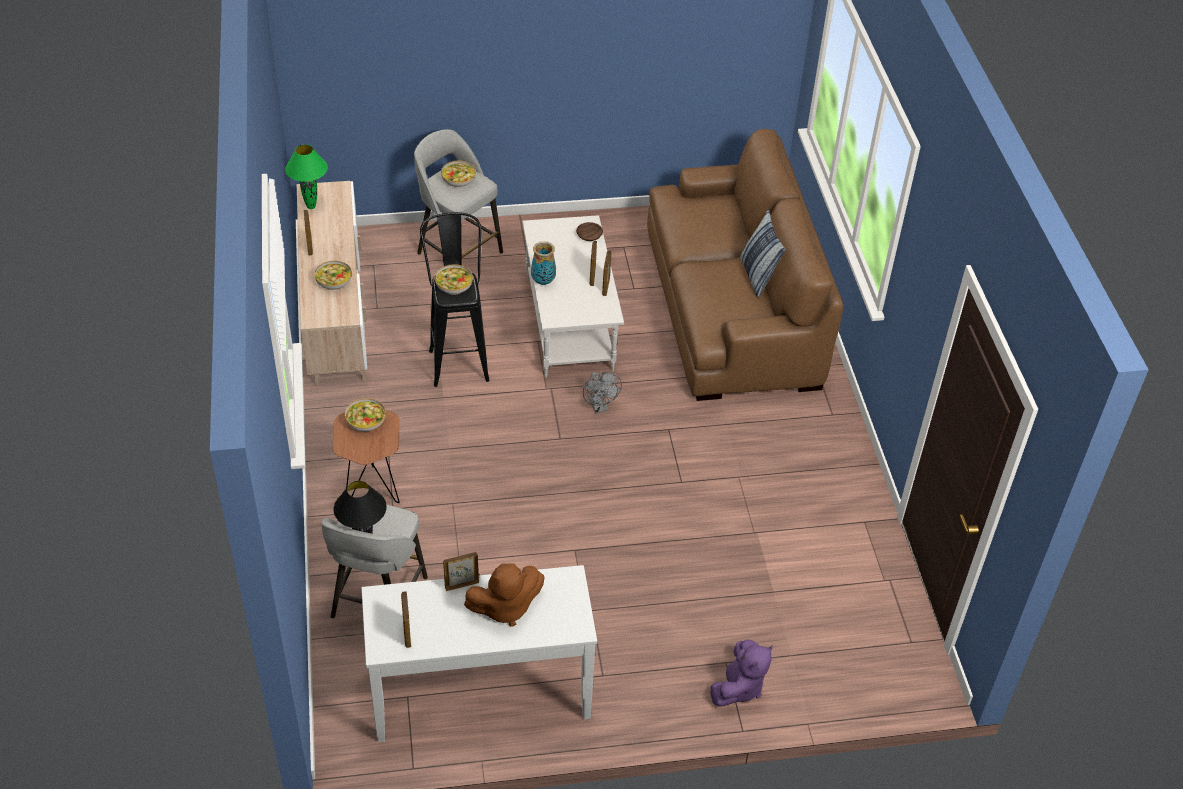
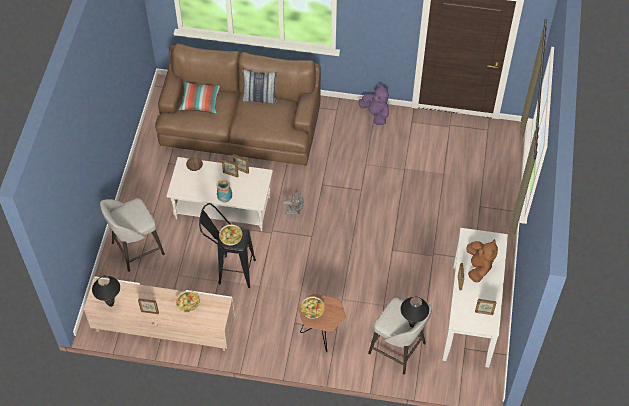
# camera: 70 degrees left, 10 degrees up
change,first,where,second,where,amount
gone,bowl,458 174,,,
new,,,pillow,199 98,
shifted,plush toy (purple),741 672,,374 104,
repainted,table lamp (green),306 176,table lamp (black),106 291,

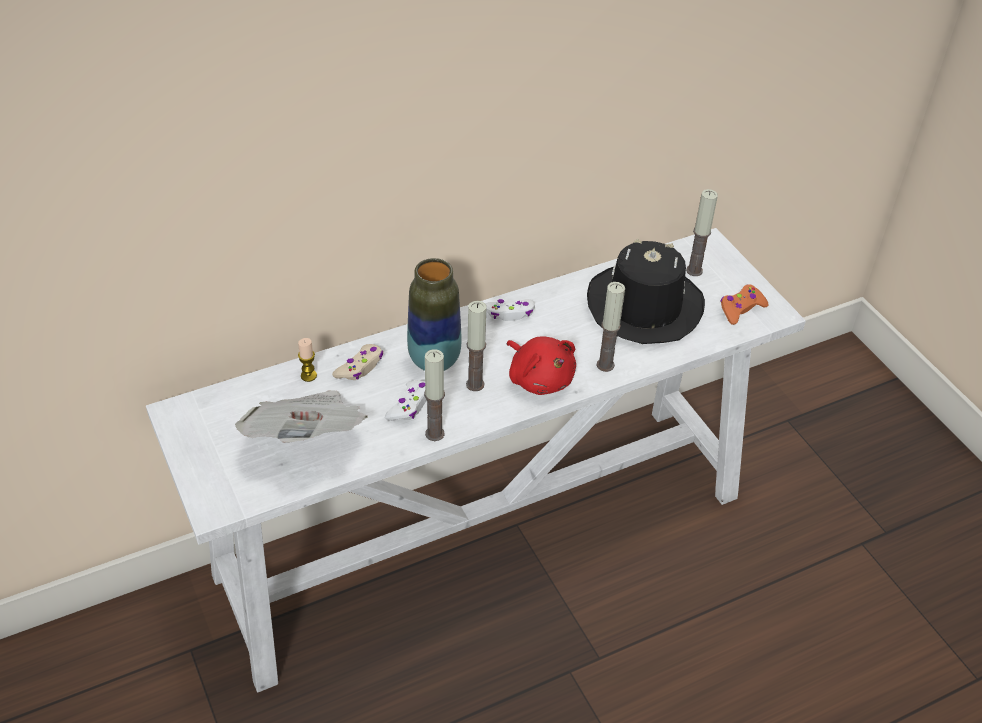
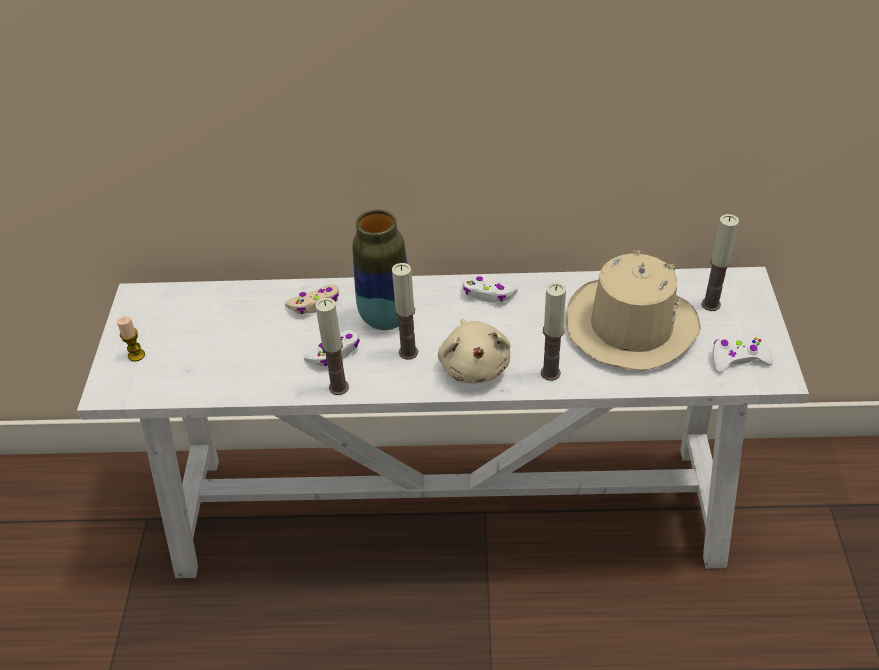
# camera: 30 degrees right, 0 degrees up
change,first,where,second,where,amount
gone,newspaper,301 416,,,
shifted,candle,307 360,,131 339,
repainted,plush toy (red),541 365,plush toy (beige),474 351,
repainted,hat (black),646 291,hat (beige),633 310,
repainted,game controller (orange),744 304,game controller (white),743 353,

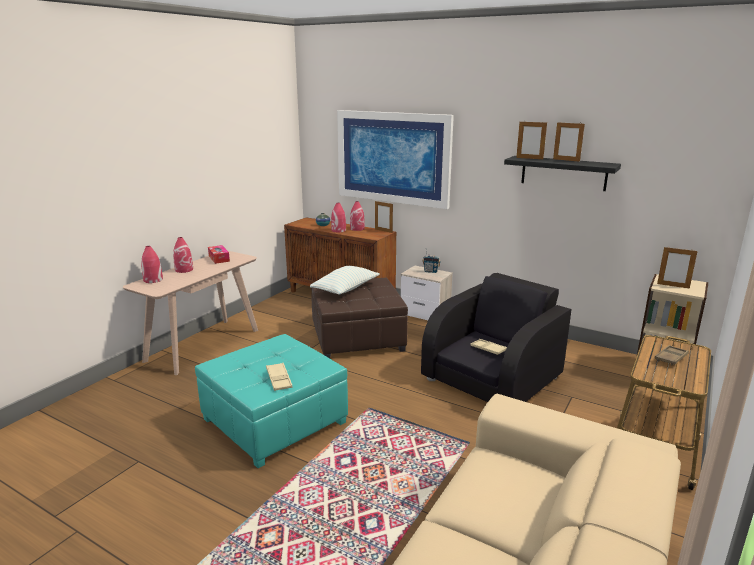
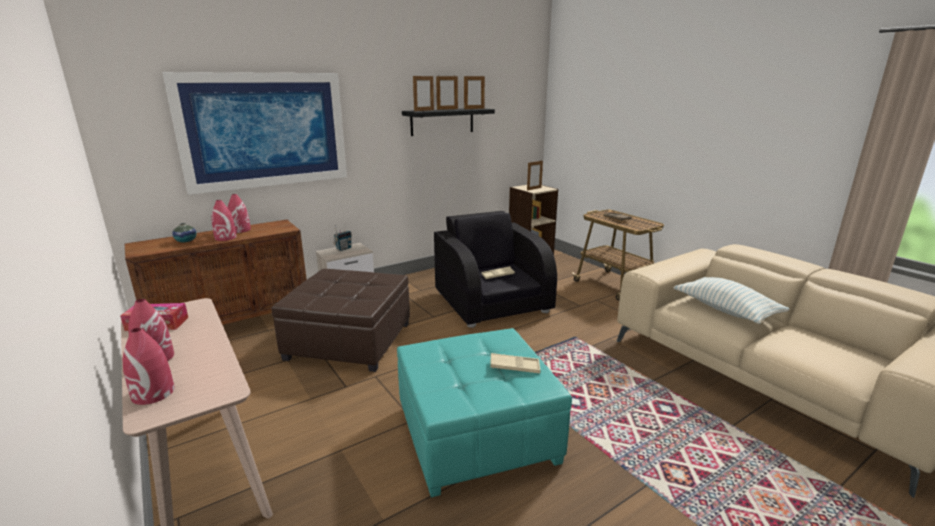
# camera: 65 degrees left, 0 degrees up
change,first,where,second,where,amount
shifted,pillow,345 280,,731 300,
shifted,picture frame,384 216,,474 92,

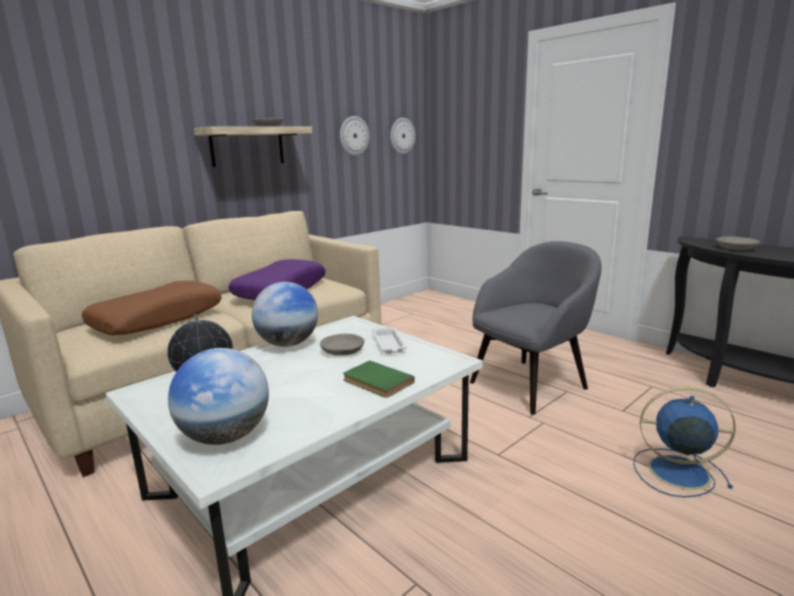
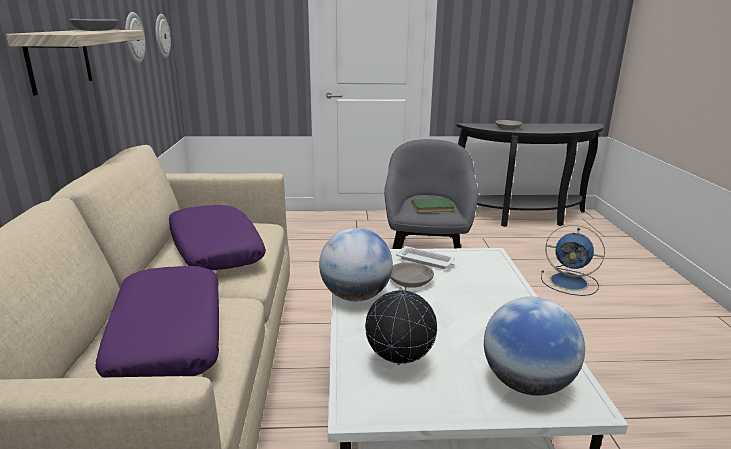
# camera: 50 degrees left, 5 degrees up
change,first,where,second,where,amount
shifted,book (green),379 379,,433 205,
repainted,pillow (brown),152 308,pillow (purple),157 322,
rotated,fan (blue),684 442,,573 260,120 degrees counterclockwise

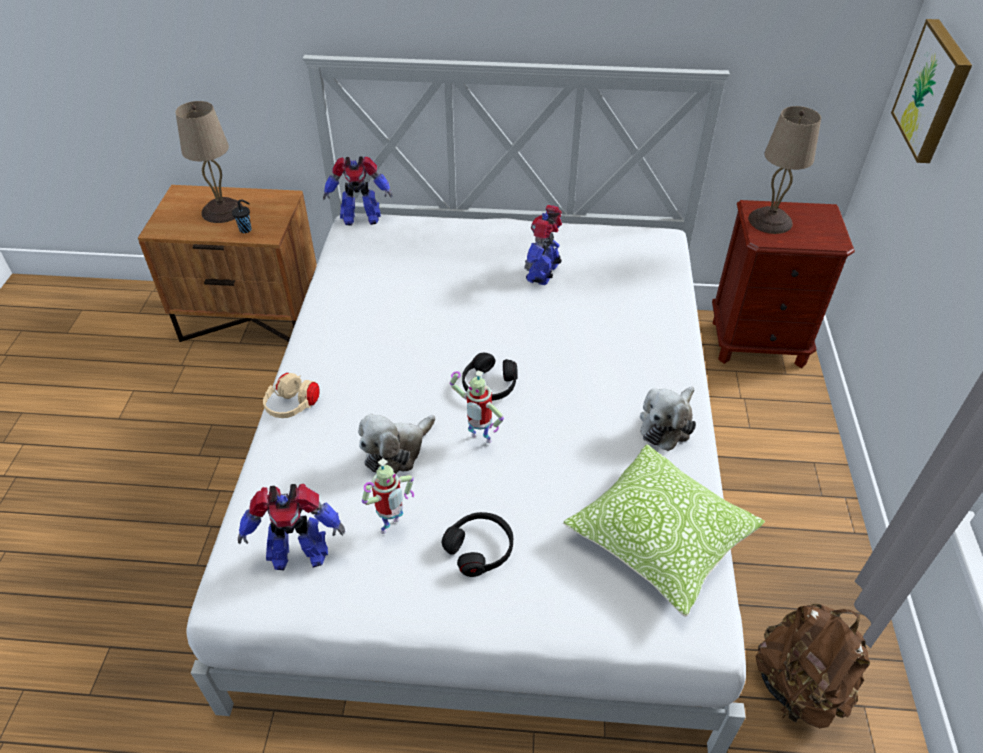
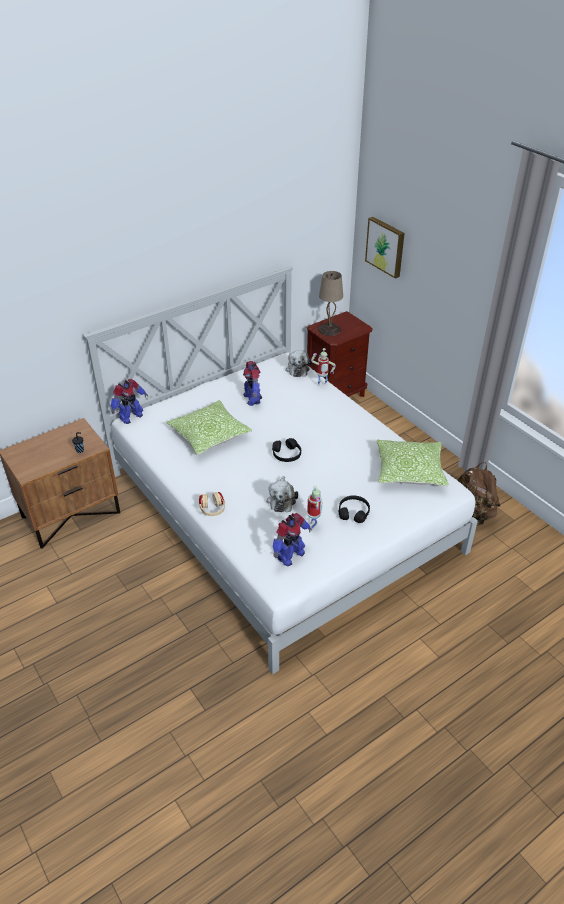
# camera: 40 degrees left, 5 degrees down
change,first,where,second,where,amount
gone,table lamp (beige),209 162,,,
new,,,pillow,209 427,
shifted,toy robot,477 406,,323 367,
shifted,plush toy,668 418,,298 363,

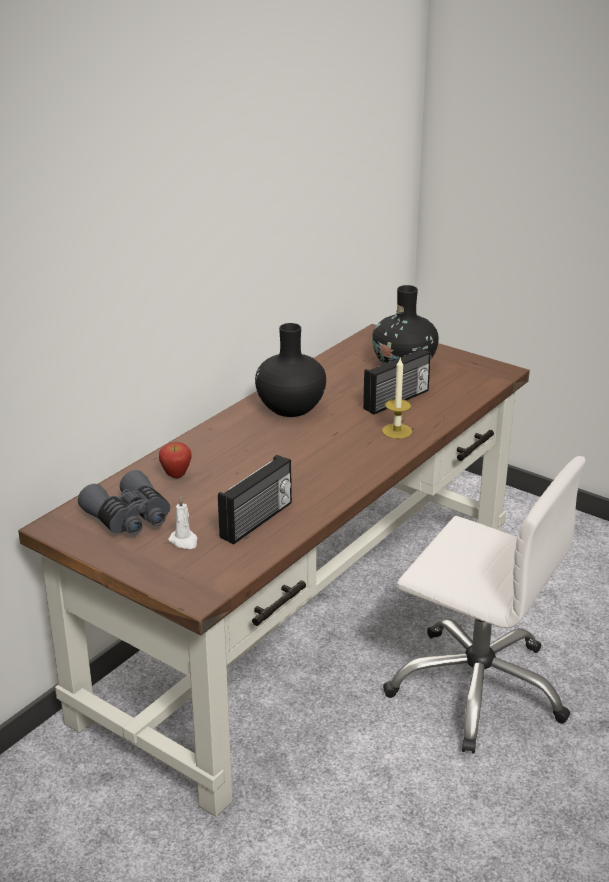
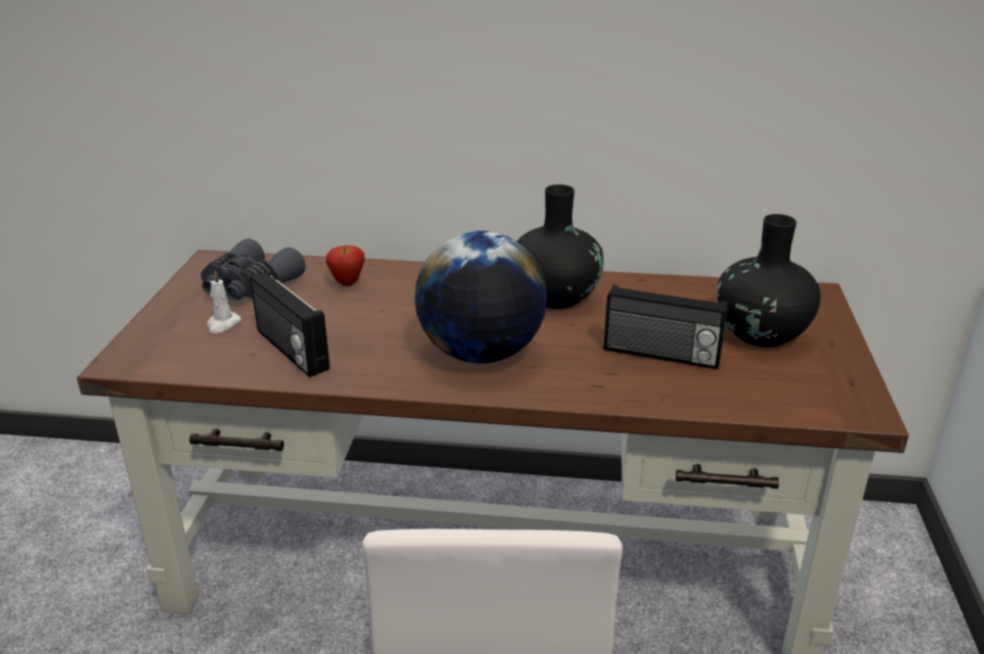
# camera: 60 degrees right, 0 degrees up
change,first,where,second,where,amount
gone,candle,397 398,,,
new,,,globe,481 297,
rotated,radio,255 499,,290 324,45 degrees clockwise

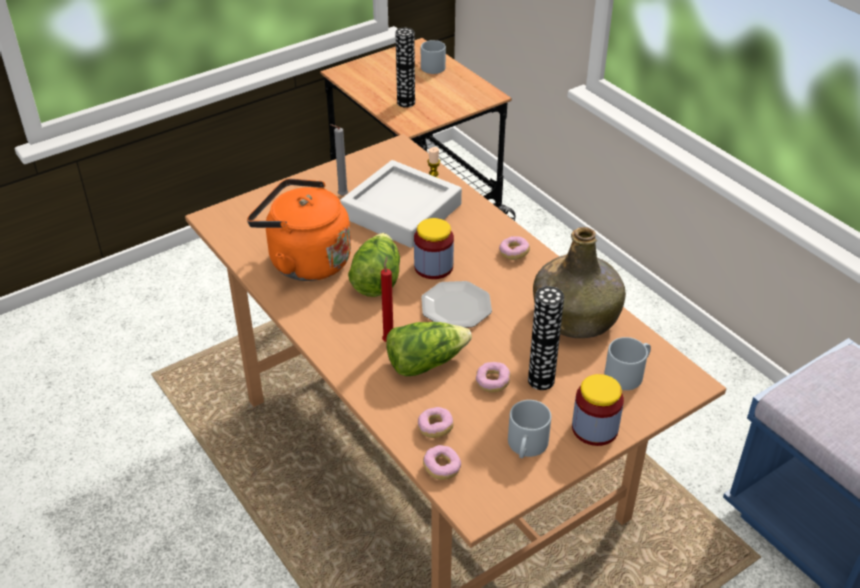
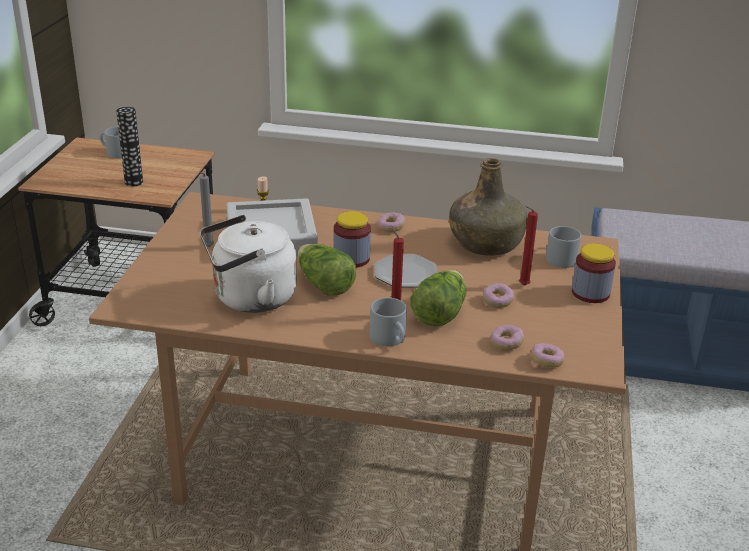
# camera: 45 degrees left, 10 degrees down
change,first,where,second,where,amount
shifted,mug (grey),529 429,,388 322,
swapped,vase,546 338,candle (red),528 246,
repainted,kettle (orange),299 230,kettle (white),248 264,

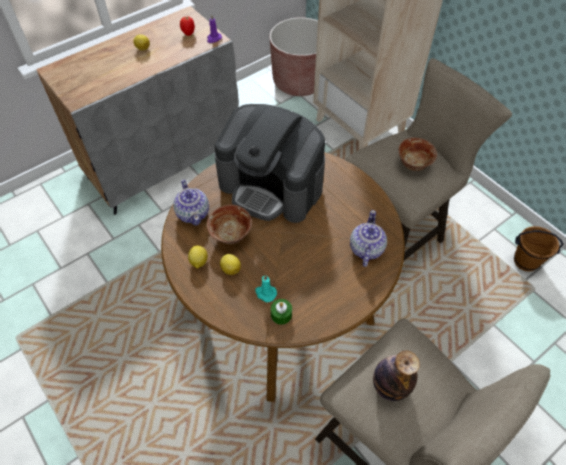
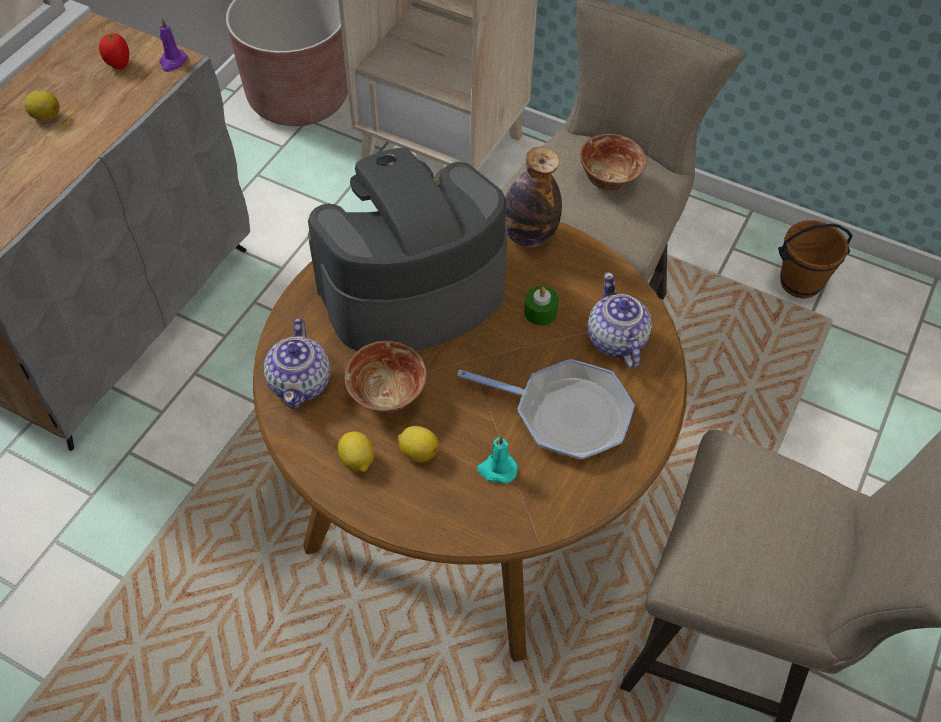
# camera: 25 degrees left, 0 degrees up
change,first,where,second,where,amount
new,,,frying pan,546 409,
shifted,candle (green),281 312,,541 306,
shifted,bottle,396 375,,533 197,
rotated,teapot,191 202,,297 363,45 degrees clockwise
rotated,coffee machine,270 163,,407 249,150 degrees clockwise

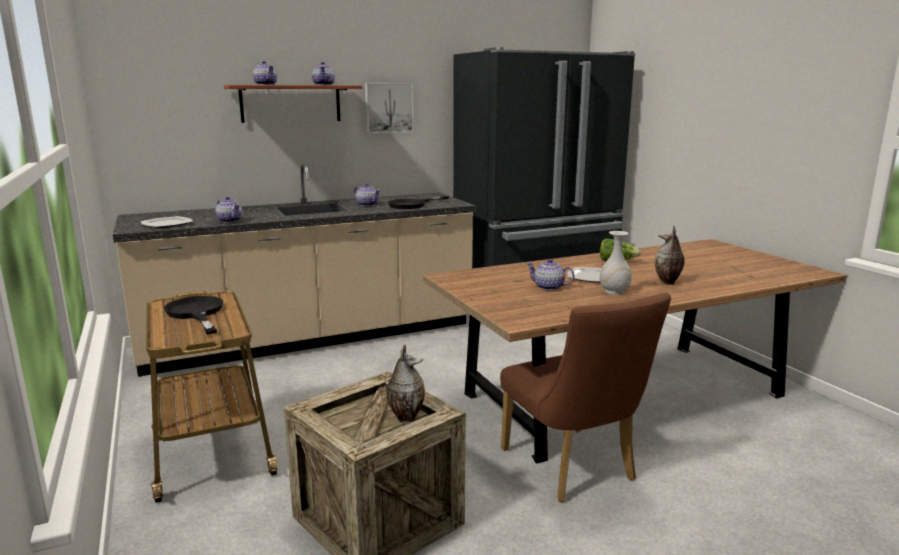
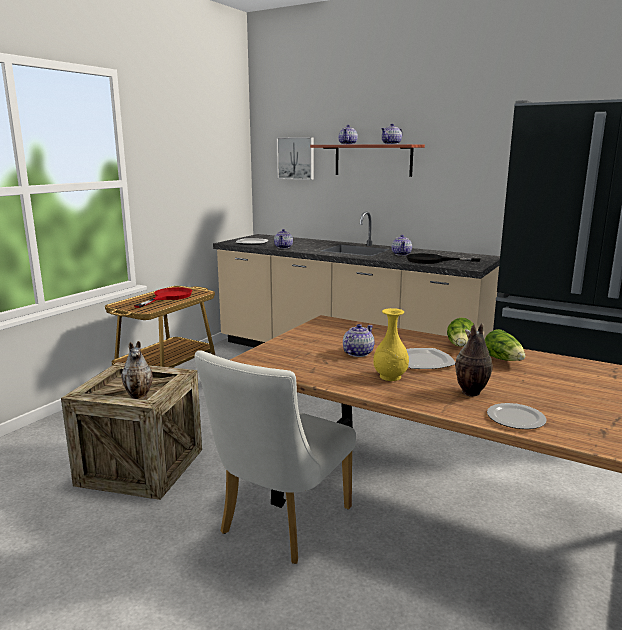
# camera: 55 degrees right, 0 degrees up
change,first,where,second,where,amount
new,,,lettuce,460 332,
new,,,plate,517 416,
shifted,picture,389 108,,295 158,
repainted,frying pan (black),193 315,frying pan (red),163 297,
repainted,chair (brown),585 397,chair (white),275 457,
repainted,vase (white),615 263,vase (yellow),391 344,
rotated,teapot,550 274,,359 340,45 degrees clockwise

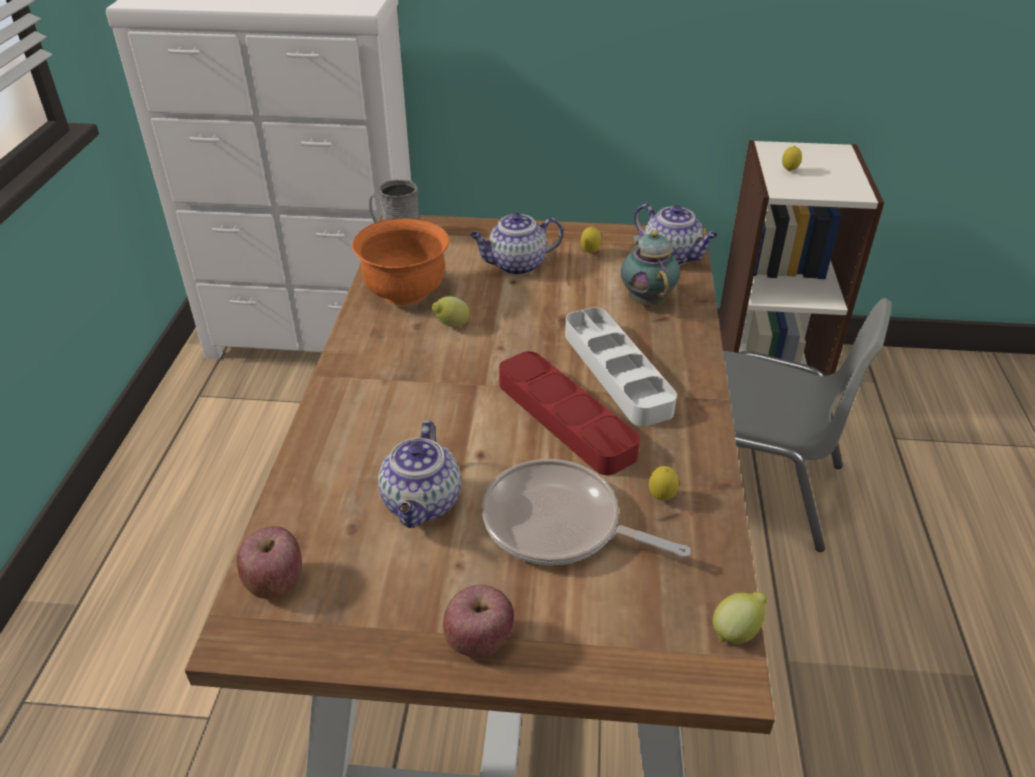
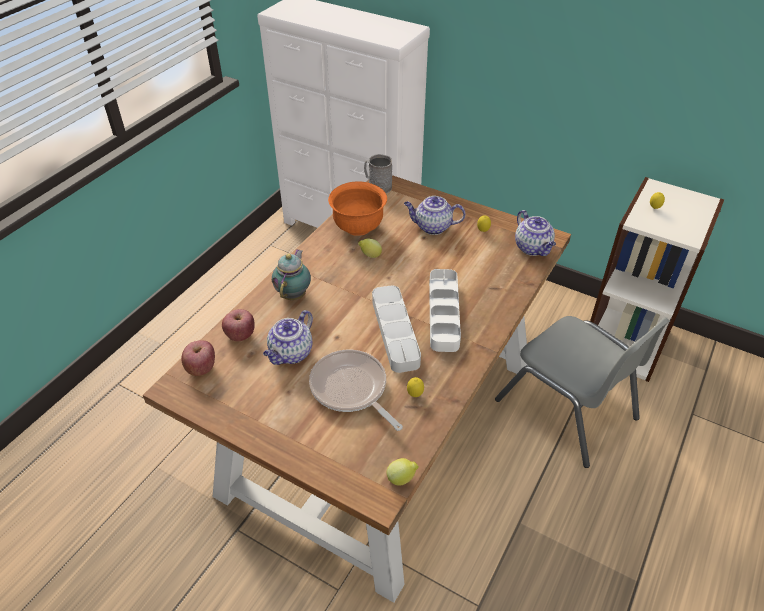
# camera: 25 degrees right, 5 degrees up
change,first,where,second,where,amount
shifted,apple,478 621,,238 325,
shifted,teapot,650 268,,291 274,
repainted,tray (red),569 413,tray (grey),396 329,

